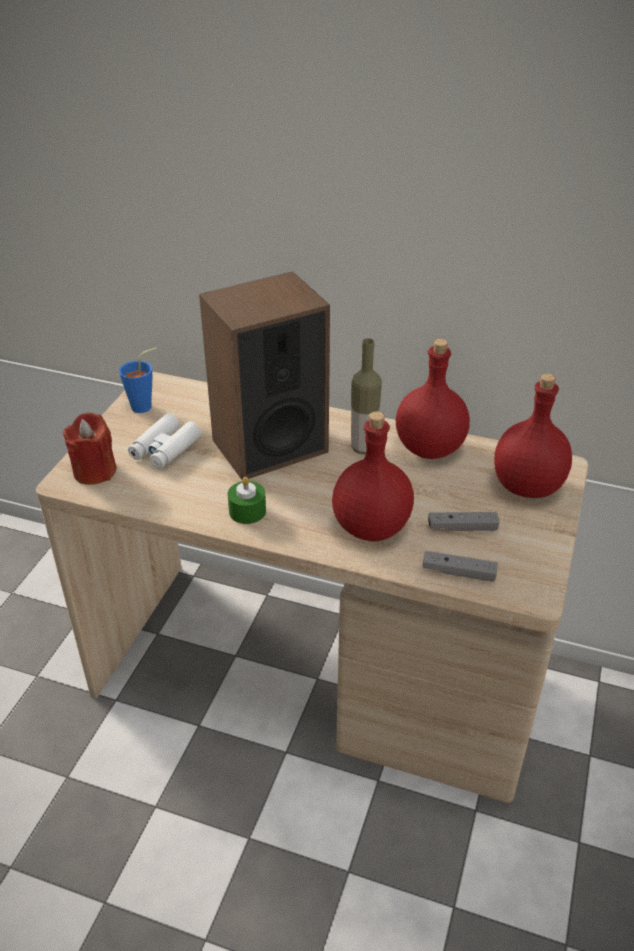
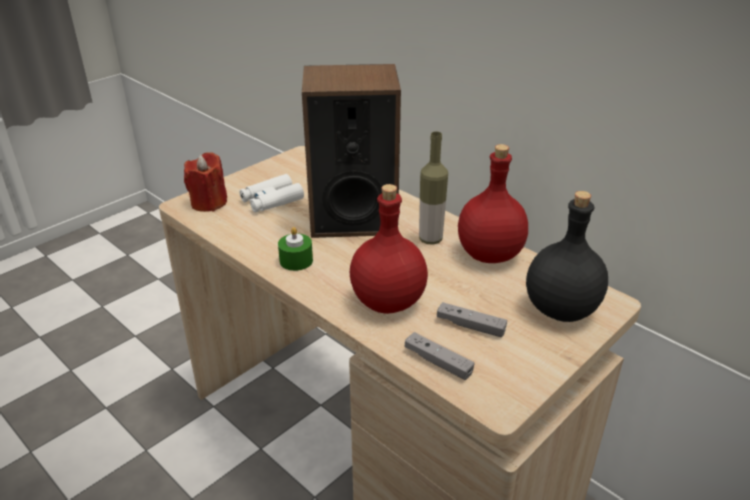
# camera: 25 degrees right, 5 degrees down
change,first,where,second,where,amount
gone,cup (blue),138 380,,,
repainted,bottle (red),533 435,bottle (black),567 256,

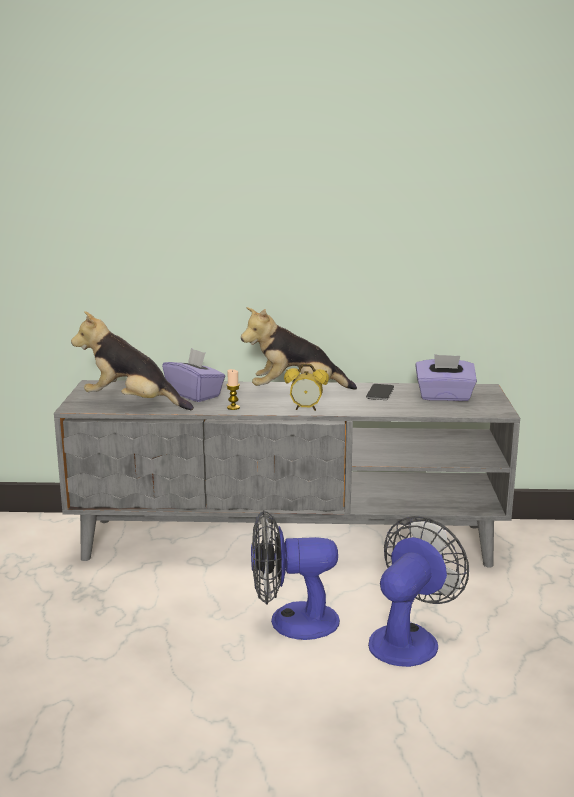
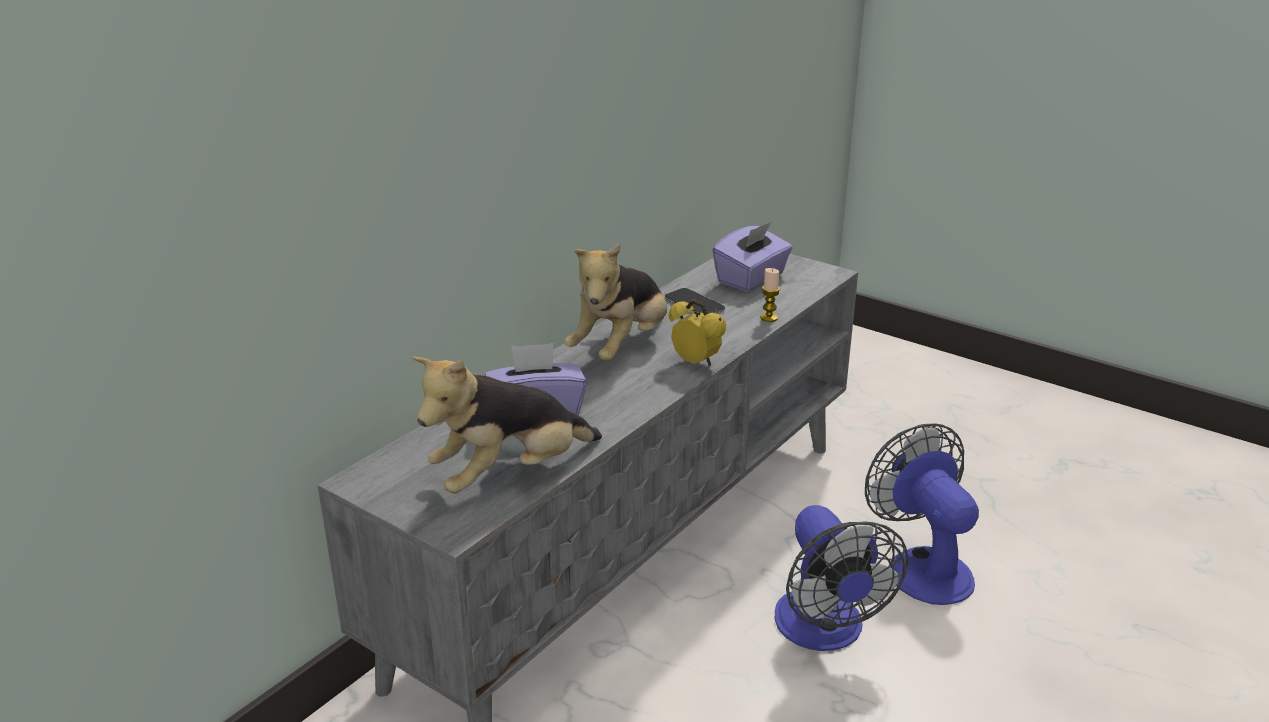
# camera: 55 degrees left, 10 degrees up
change,first,where,second,where,amount
shifted,candle,233 389,,770 295,
rotated,fan,295 575,,842 578,45 degrees counterclockwise
rotated,alarm clock,306 387,,697 332,90 degrees counterclockwise

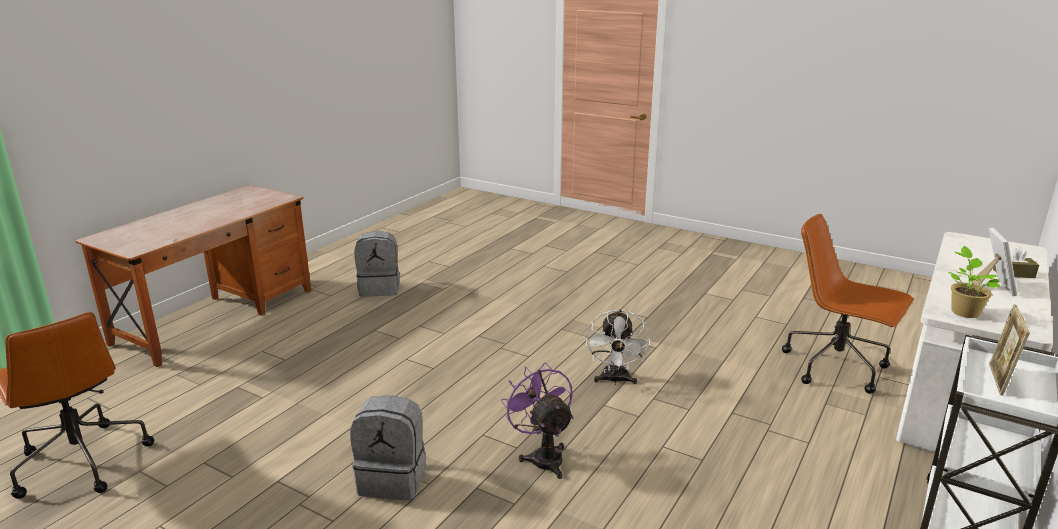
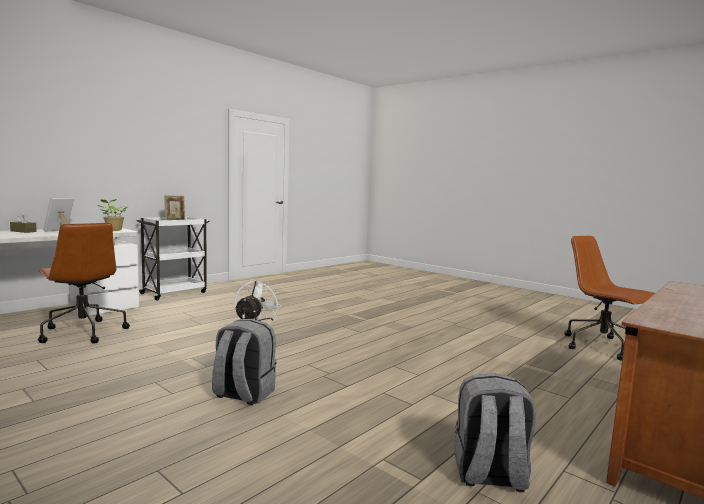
# camera: 170 degrees left, 15 degrees down
change,first,where,second,where,amount
gone,fan (purple),537 421,,,
shifted,backpack (grey),388 447,,244 362,

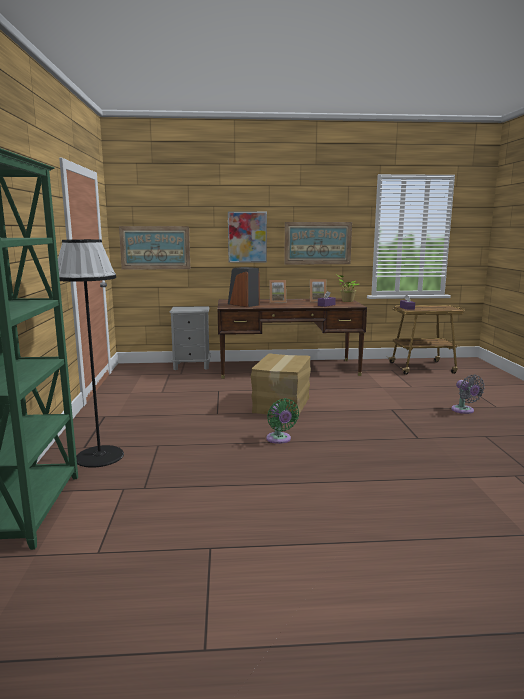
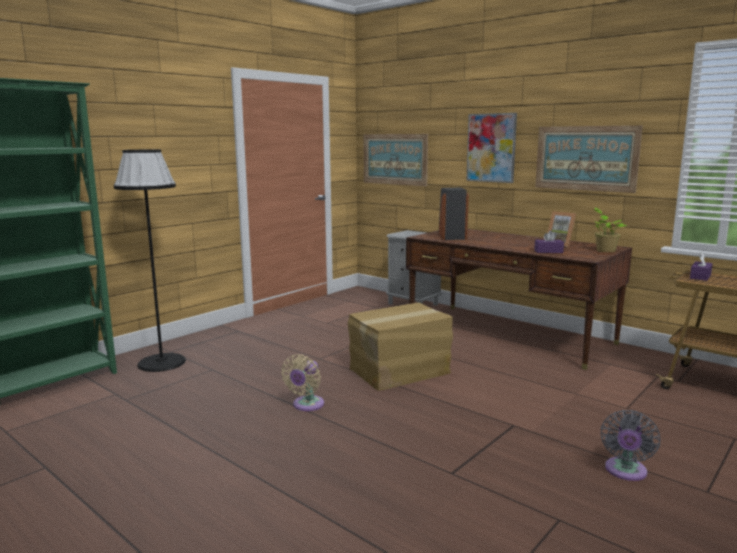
# camera: 45 degrees right, 0 degrees up
change,first,where,second,where,amount
gone,picture frame,277 291,,,
repainted,fan (green),282 421,fan (beige),302 382,

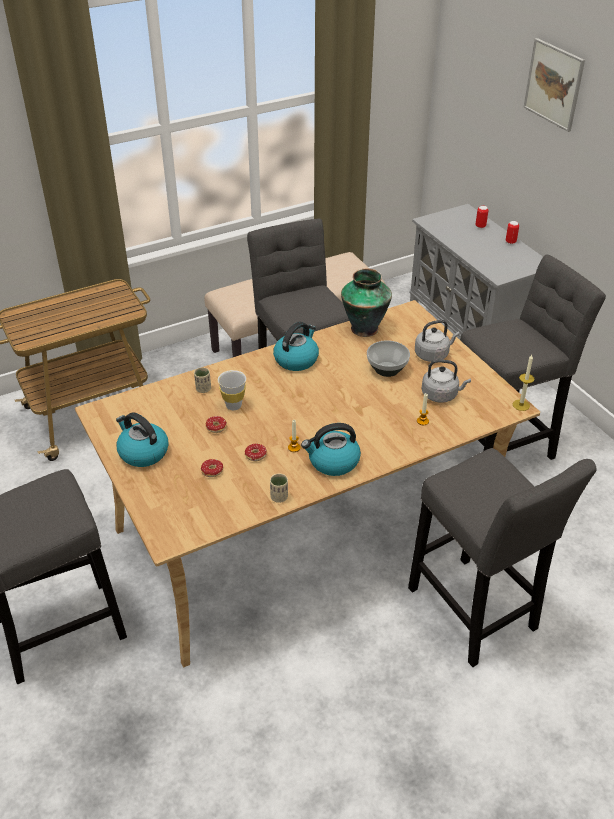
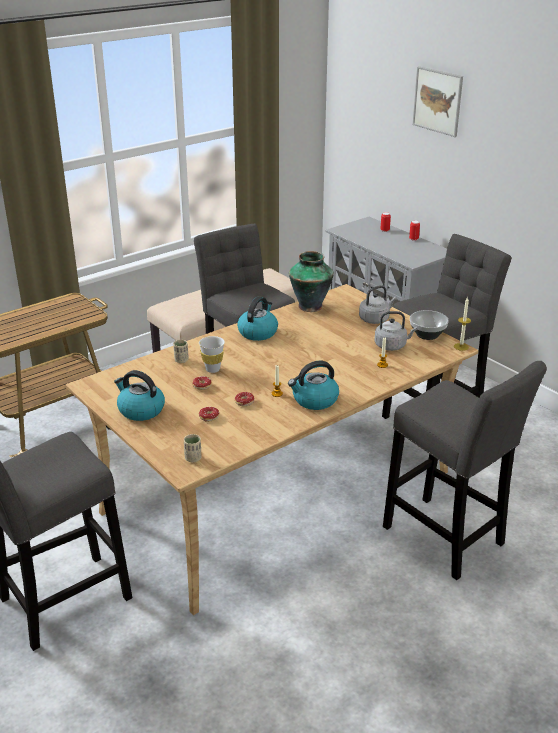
# camera: 10 degrees left, 10 degrees down
change,first,where,second,where,amount
shifted,cup (beige),279 488,,192 448,
shifted,bowl,388 358,,429 325,

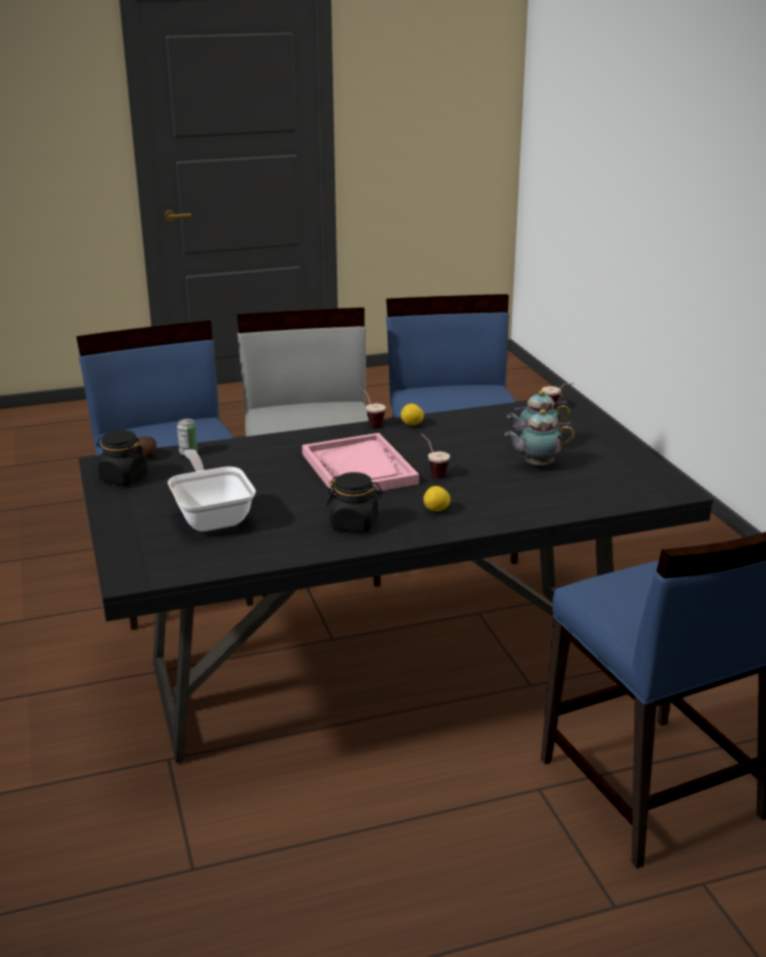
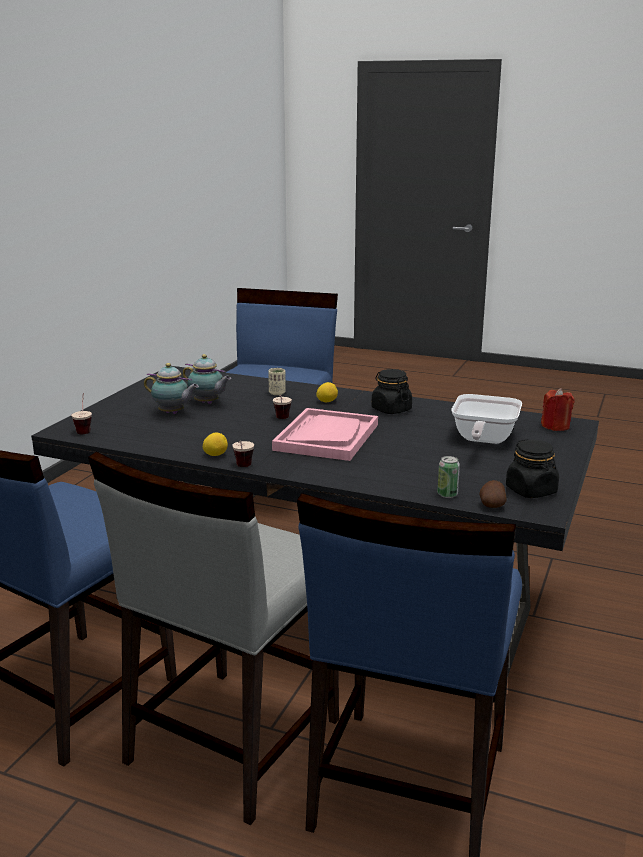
# camera: 140 degrees left, 5 degrees down
change,first,where,second,where,amount
new,,,cup (beige),277 381,
new,,,candle (red),558 409,

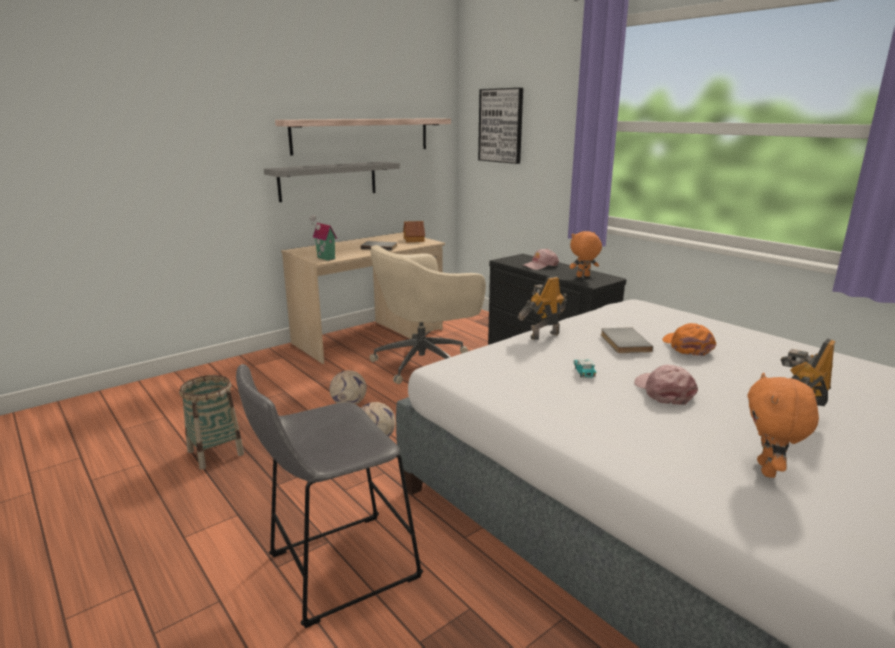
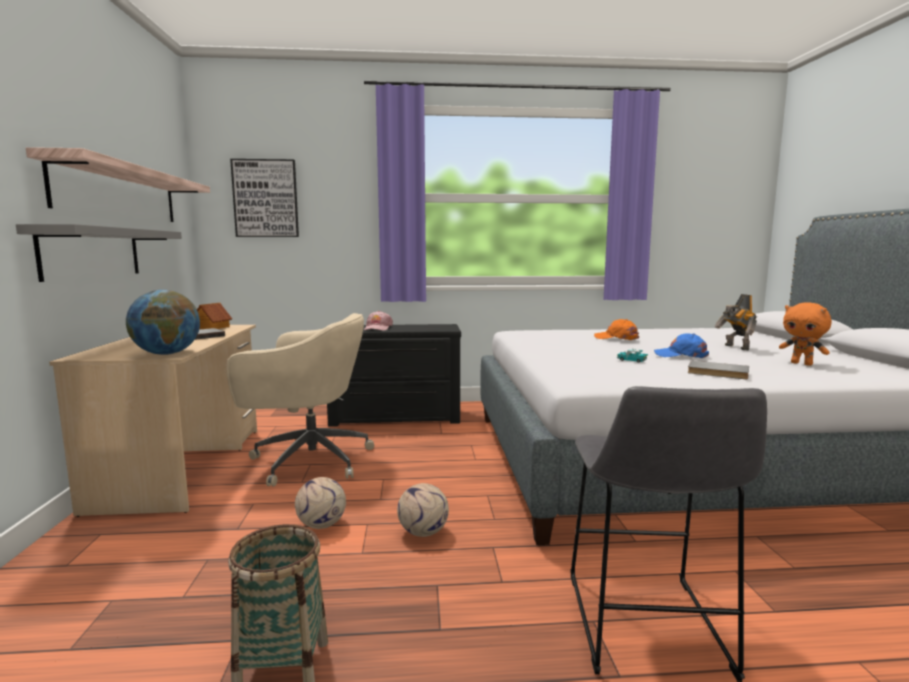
# camera: 55 degrees left, 10 degrees down
change,first,where,second,where,amount
gone,toy robot,542 308,,,
gone,plush toy (orange),585 254,,,
shifted,book (grey),627 340,,718 369,
swapped,toy house,323 238,globe,163 322,
repainted,cap (pink),666 385,cap (blue),681 345,
rotated,office chair (beige),427 314,,300 400,90 degrees counterclockwise

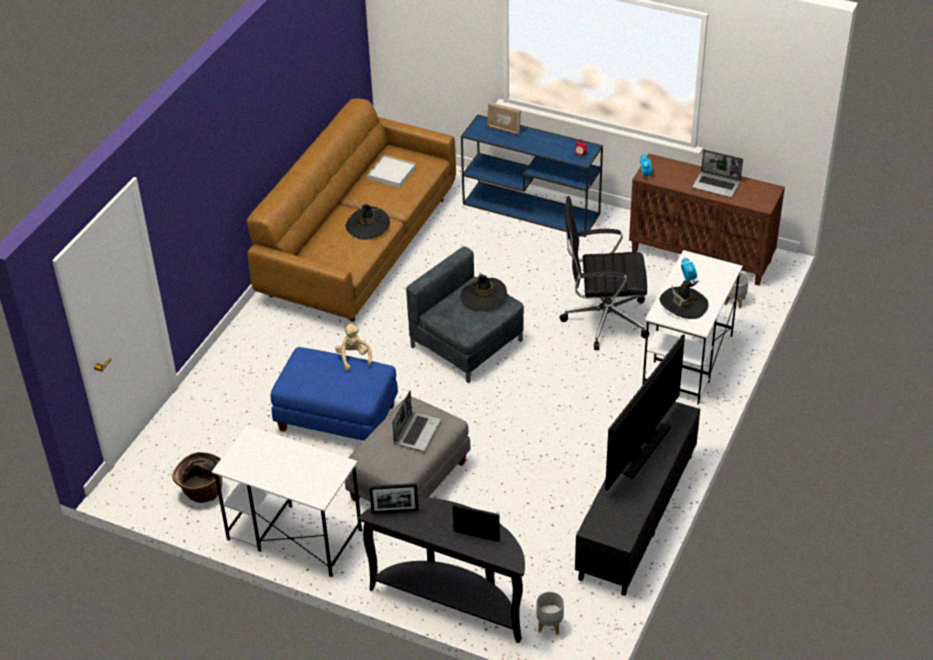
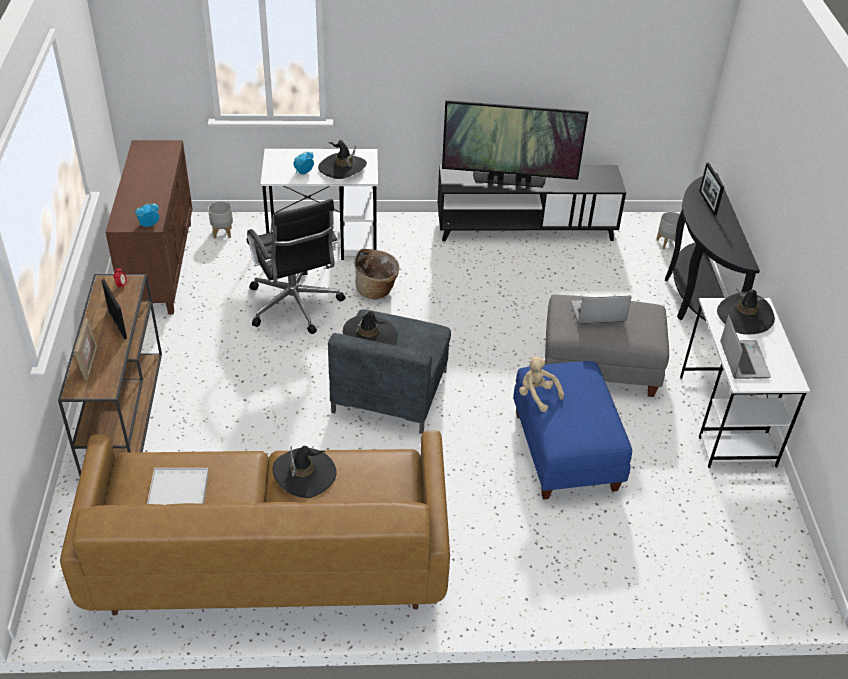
# camera: 120 degrees left, 0 degrees up
change,first,where,second,where,amount
new,,,hat (black),746 311,
shifted,basket,197 477,,376 274,
shifted,picture frame,394 498,,114 309,
shifted,laptop,717 173,,745 347,
repainted,console table (blue),532 175,console table (brown),110 375,
rotated,plush toy (beige),353 347,,541 384,90 degrees clockwise

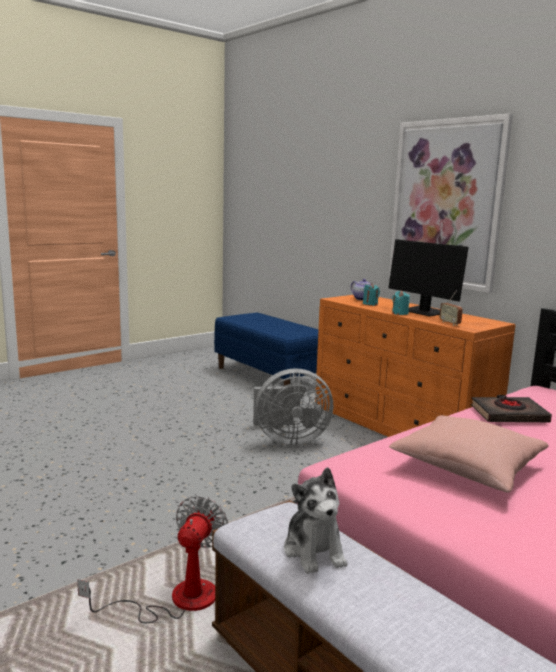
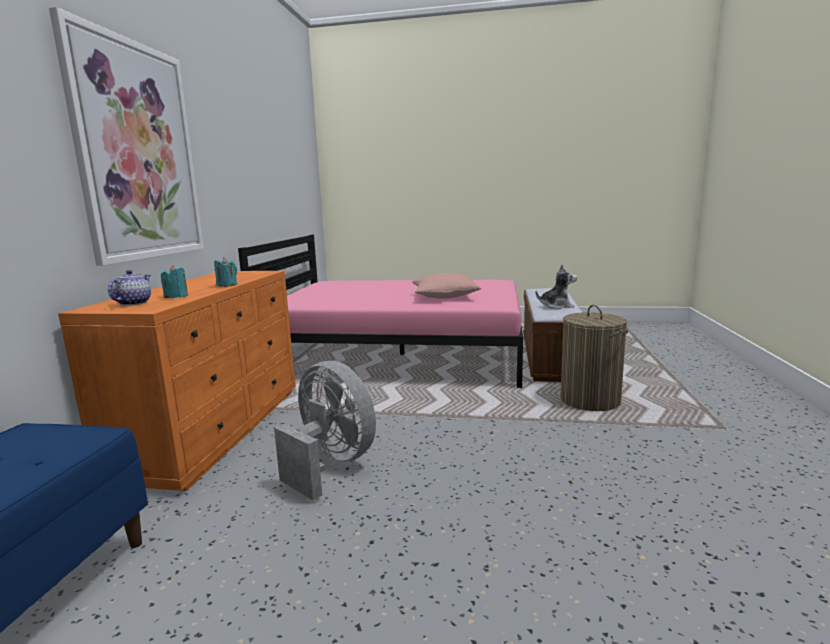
# camera: 130 degrees left, 0 degrees up
change,first,where,second,where,amount
gone,monitor,429 278,,,
gone,radio,451 308,,,
gone,book (black),511 408,,,
swapped,fan,152 559,laundry basket,594 358,
rotated,plush toy,315 520,,556 287,60 degrees clockwise

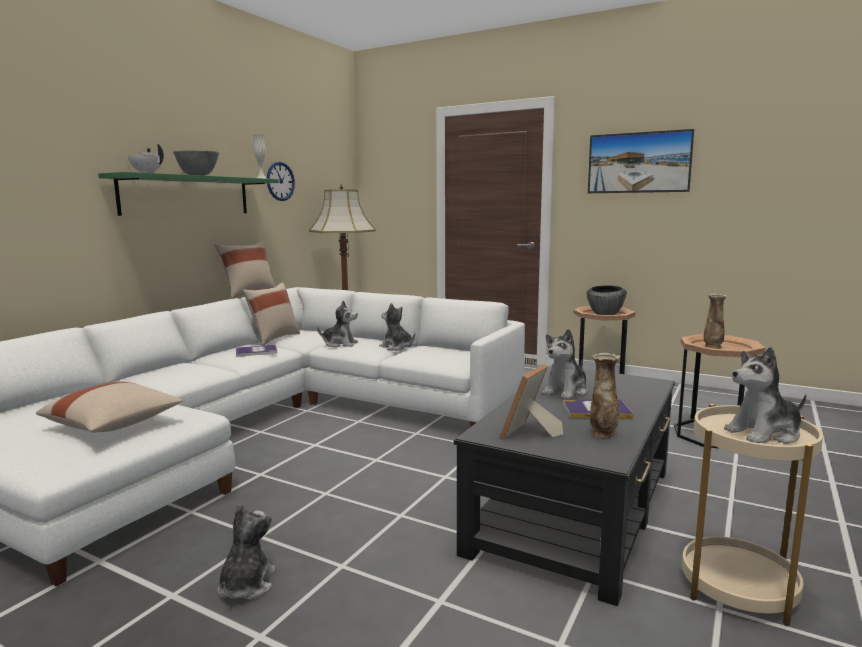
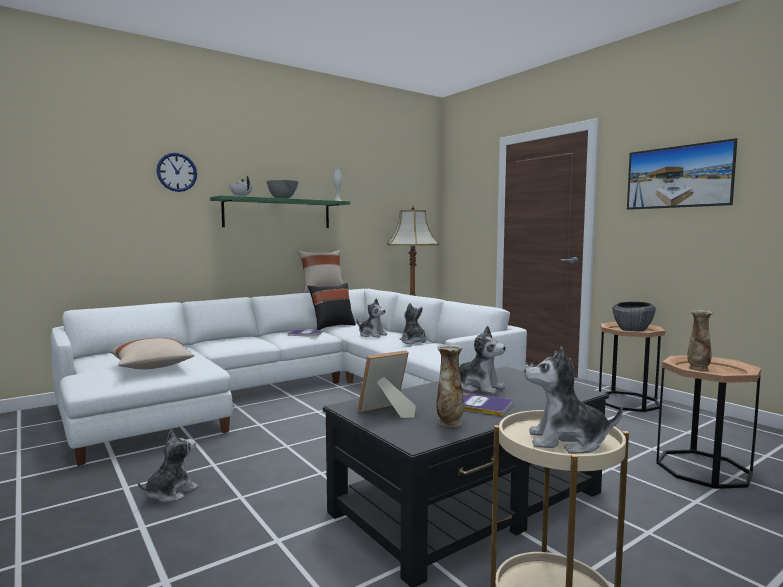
# camera: 25 degrees right, 5 degrees down
change,first,where,second,where,amount
shifted,wall clock,281 181,,177 172,
repainted,pillow (beige),271 314,pillow (black),331 306,
rotated,plush toy,565 364,,482 360,120 degrees counterclockwise

